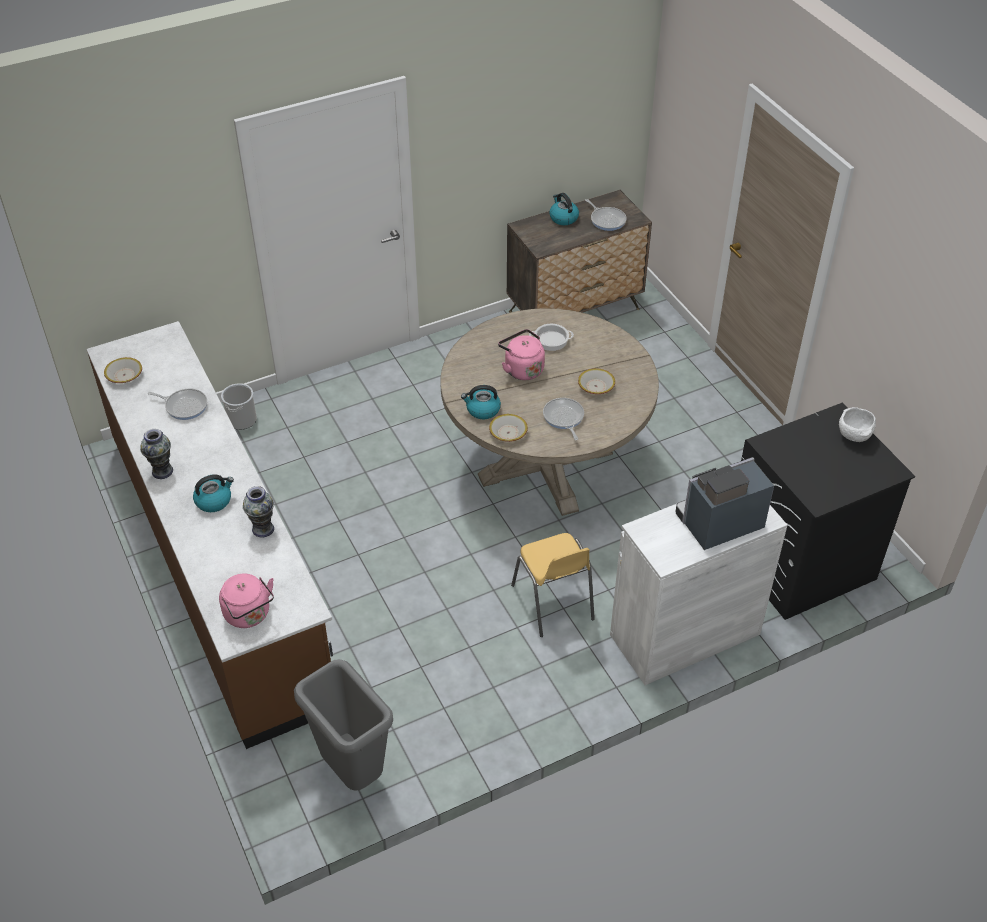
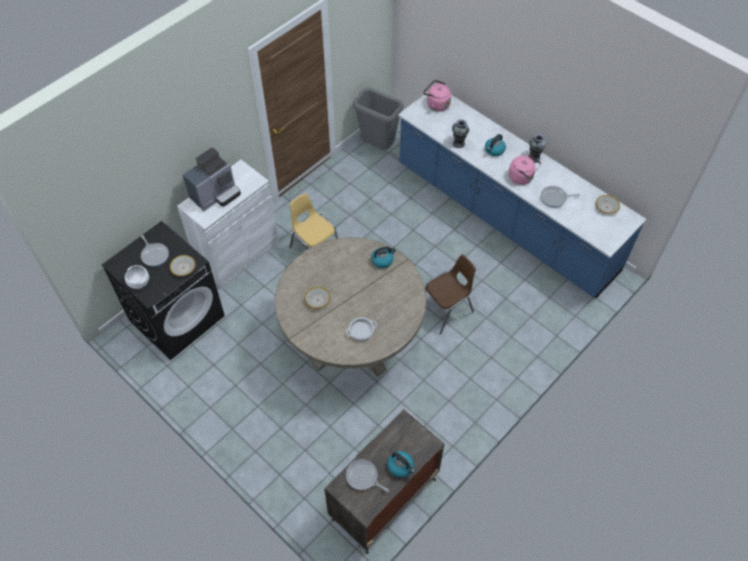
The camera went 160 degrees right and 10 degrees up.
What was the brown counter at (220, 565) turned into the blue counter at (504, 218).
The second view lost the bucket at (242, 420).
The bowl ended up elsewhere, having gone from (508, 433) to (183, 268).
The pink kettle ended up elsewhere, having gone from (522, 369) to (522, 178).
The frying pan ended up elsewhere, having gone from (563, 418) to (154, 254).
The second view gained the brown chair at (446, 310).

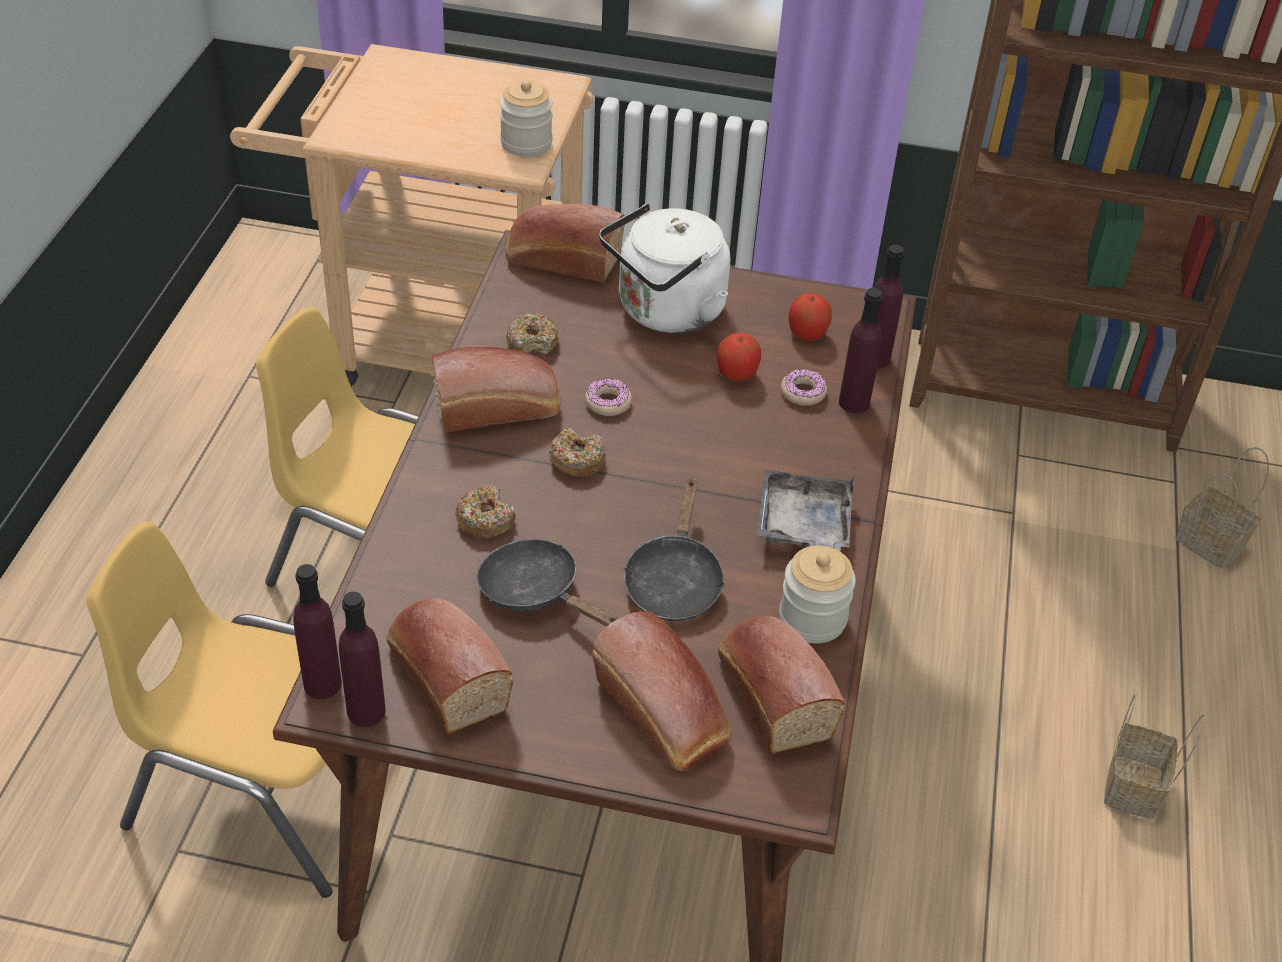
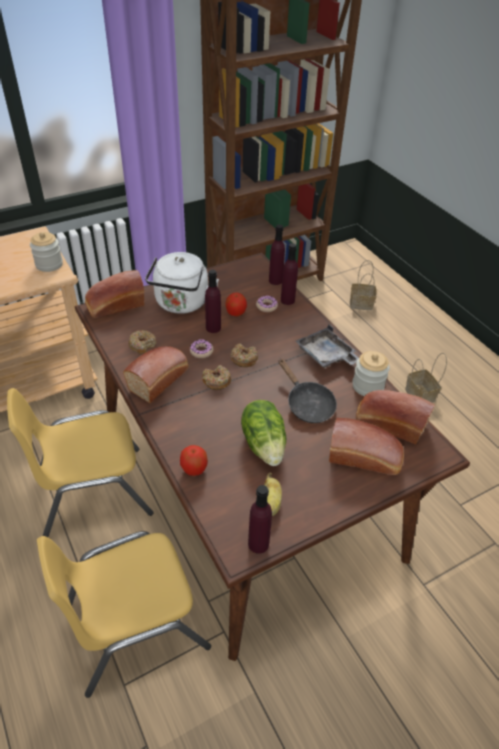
The camera went 40 degrees left and 0 degrees up.
The purple bottle ended up elsewhere, having gone from (322, 684) to (213, 328).
Where the bread stood at (445, 675), the banana came to stand at (271, 503).
The donut ended up elsewhere, having gone from (485, 520) to (244, 359).
Where the black frying pan stood at (536, 592), the lettuce came to stand at (264, 444).
The apple ended up elsewhere, having gone from (807, 334) to (194, 469).

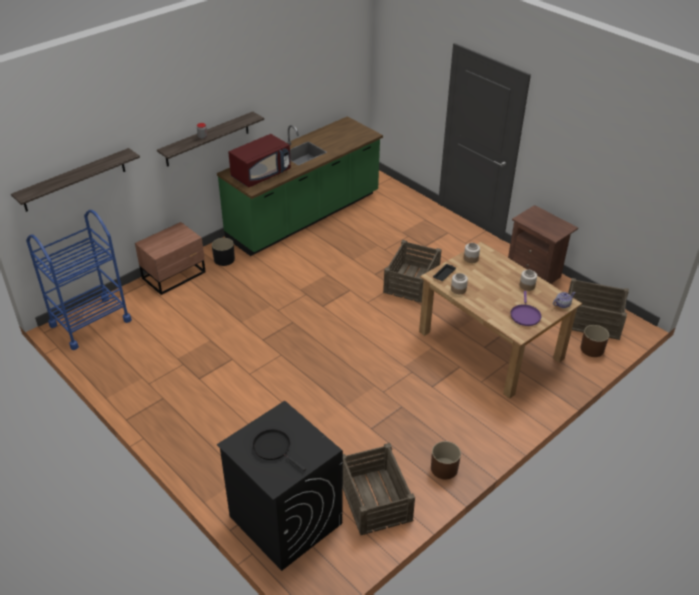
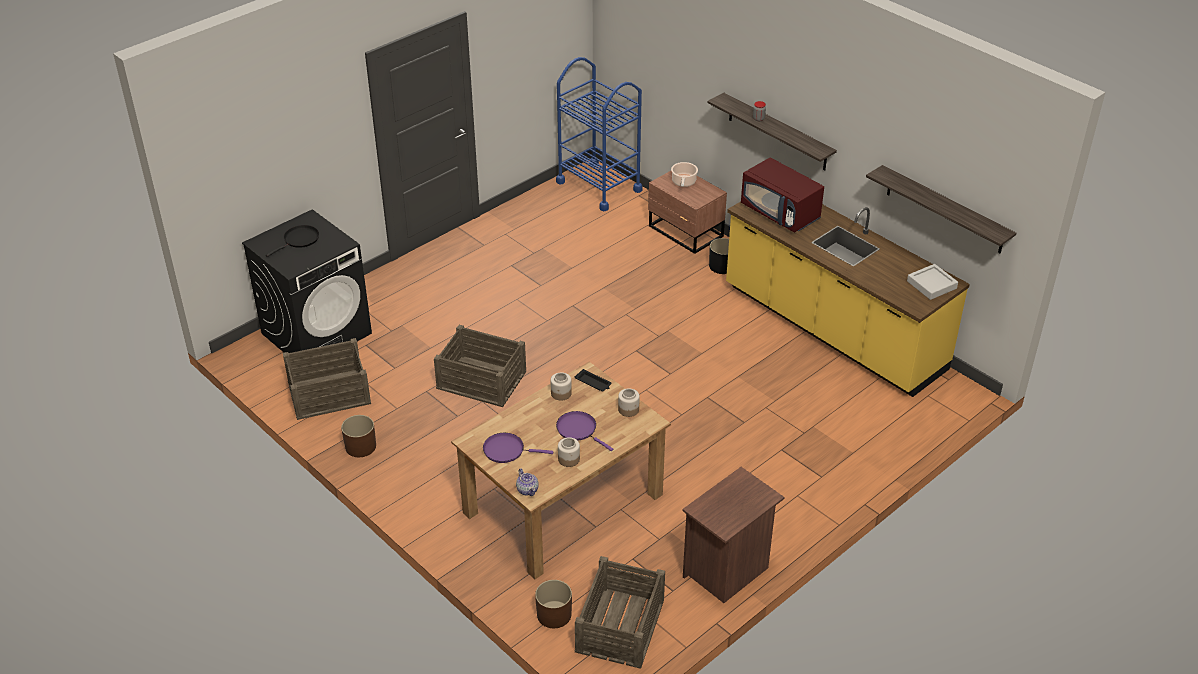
The camera went 90 degrees right and 0 degrees up.
The shelf ended up elsewhere, having gone from (74, 180) to (945, 210).
What was the green counter at (304, 216) turned into the yellow counter at (832, 329).
The crate ended up elsewhere, having gone from (411, 282) to (481, 379).
The second view gained the purple frying pan at (578, 429).
The second view gained the cooking pot at (683, 182).
The second view gained the grey tray at (931, 285).

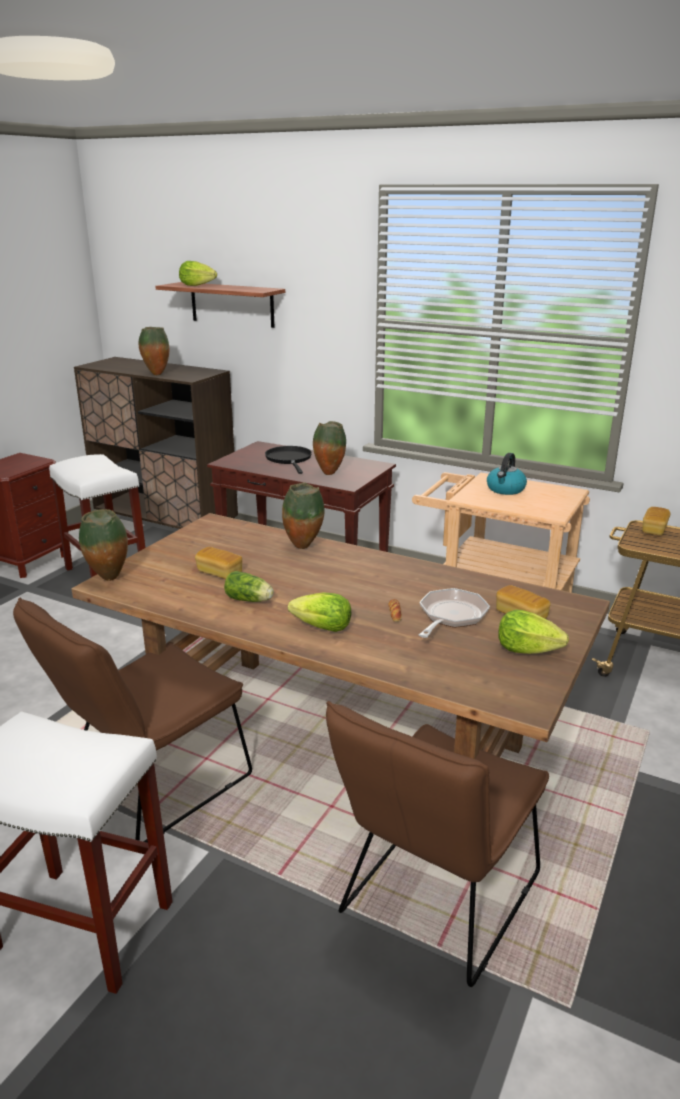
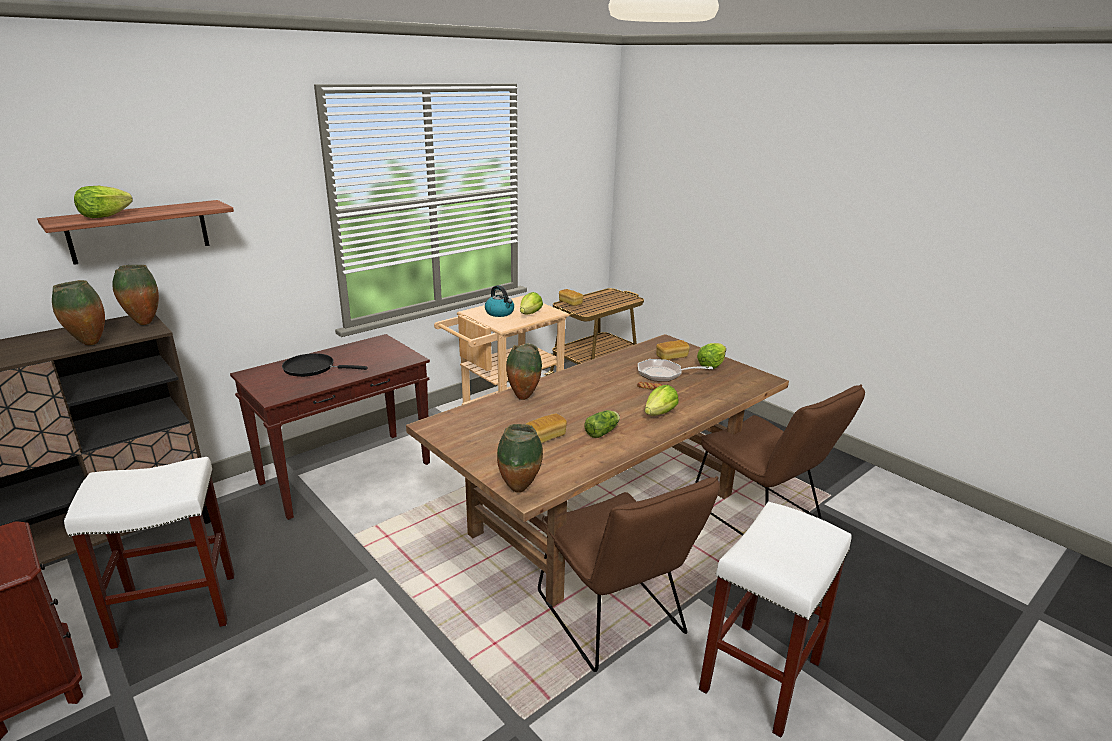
The camera went 70 degrees left and 0 degrees up.
The vase ended up elsewhere, having gone from (329, 473) to (143, 323).
The frying pan at (451, 616) ended up facing another way, 45 degrees counterclockwise from before.
The second view gained the lettuce at (530, 314).

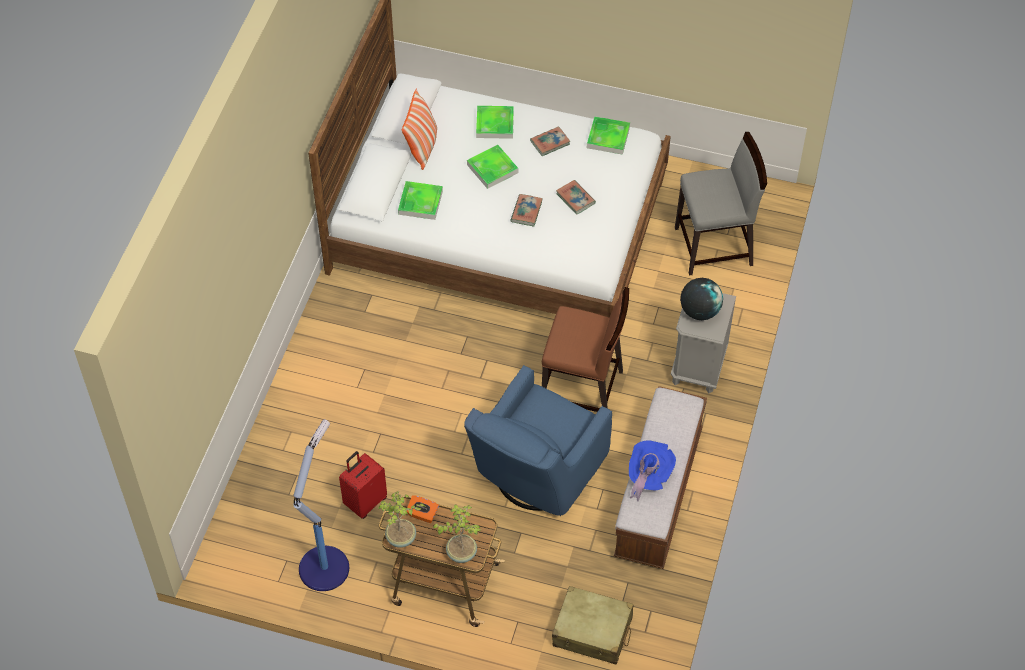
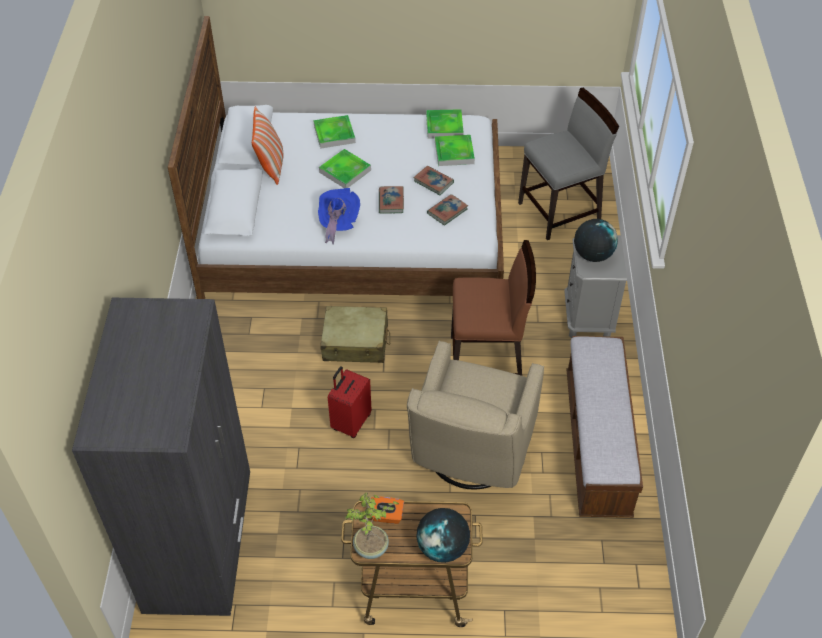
The camera went 15 degrees left and 5 degrees down.
The second view lost the floor lamp at (324, 566).
The red suitcase ended up elsewhere, having gone from (365, 501) to (350, 422).
The tray ended up elsewhere, having gone from (420, 202) to (454, 153).
Where the potted plant stood at (461, 552), the globe came to stand at (443, 548).
What was the blue armchair at (535, 476) turned into the beige armchair at (470, 455).
The book ended up elsewhere, having gone from (550, 143) to (447, 211).
The beige suitcase ended up elsewhere, having gone from (592, 631) to (355, 342).
The blue hat ended up elsewhere, having gone from (648, 476) to (338, 223).
The second view gained the grey wardrobe at (200, 542).

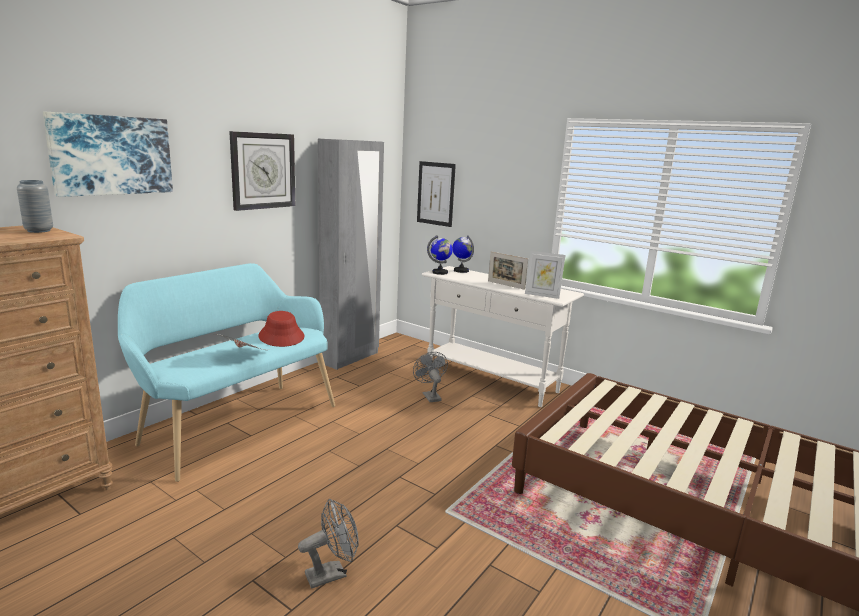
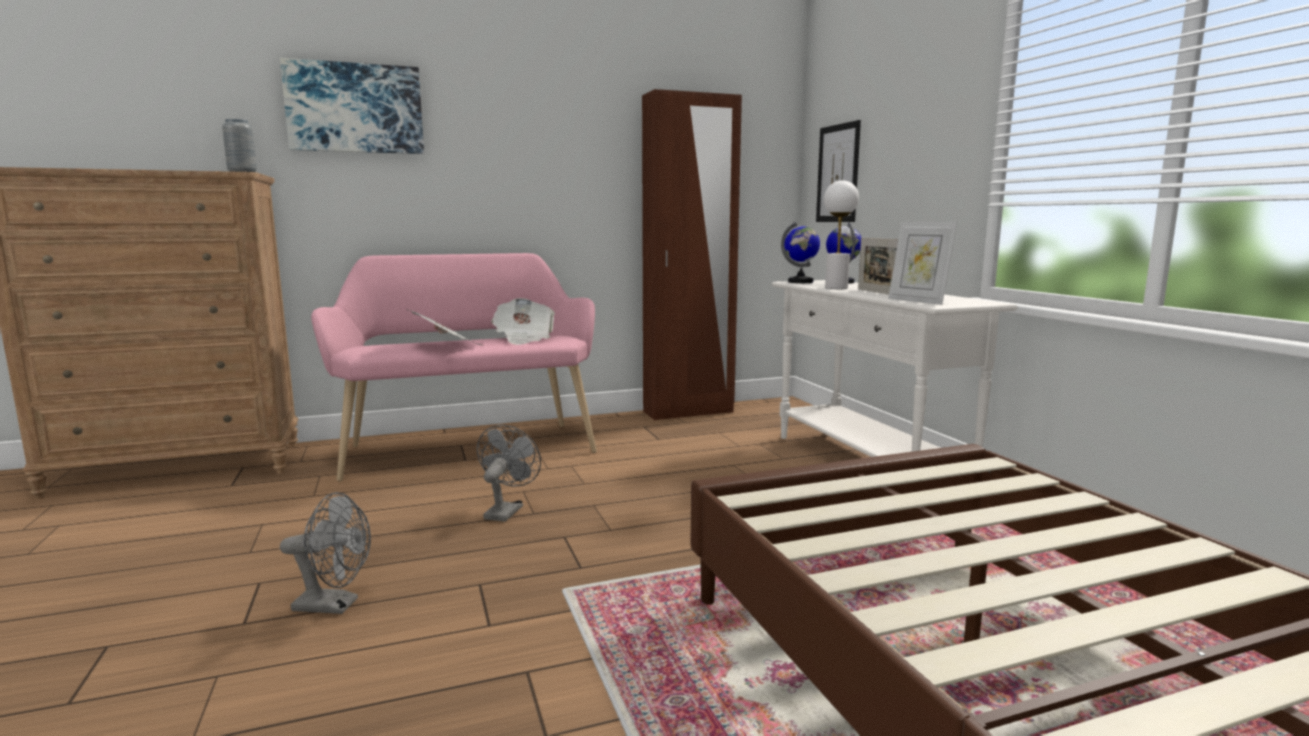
The camera went 35 degrees right and 5 degrees down.
What was the turquoise bench at (235, 423) turned into the pink bench at (468, 447).
The second view lost the wall clock at (263, 171).
Where the red hat stood at (281, 336), the newspaper came to stand at (524, 339).
What was the grey wardrobe at (350, 358) turned into the brown wardrobe at (688, 412).
The grey fan ended up elsewhere, having gone from (430, 396) to (506, 510).
The second view gained the white table lamp at (836, 288).

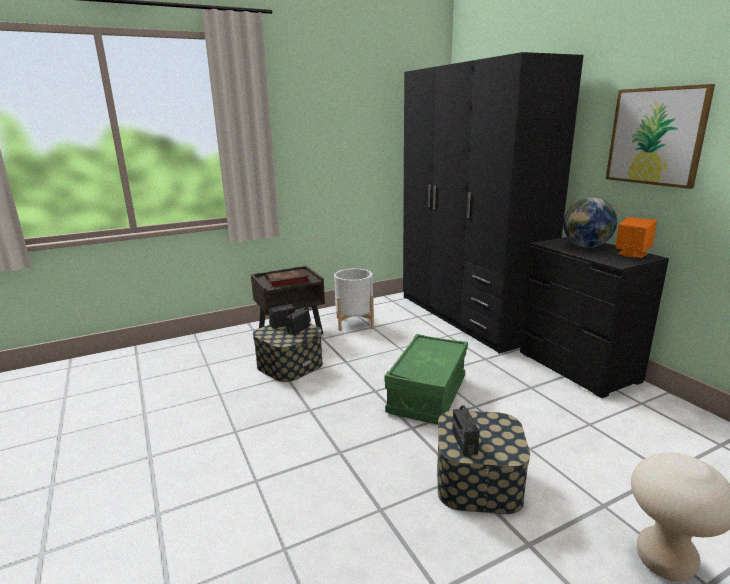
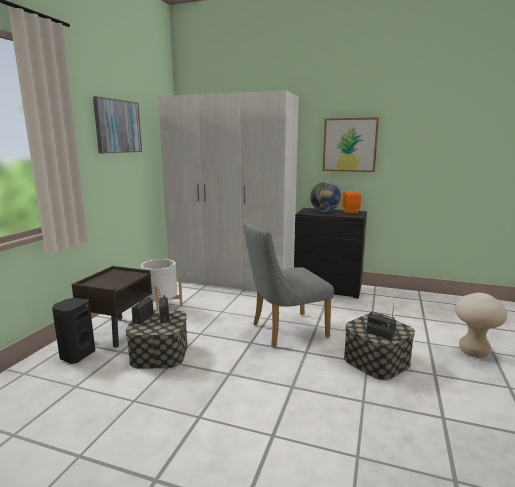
The camera went 45 degrees left and 5 degrees down.
The second view lost the book at (286, 281).
Where the green storage box stood at (427, 395), the grey chair came to stand at (284, 331).
What was the black wardrobe at (468, 316) turned into the white wardrobe at (232, 279).
The second view gained the black speaker at (77, 355).
The second view gained the picture at (118, 126).

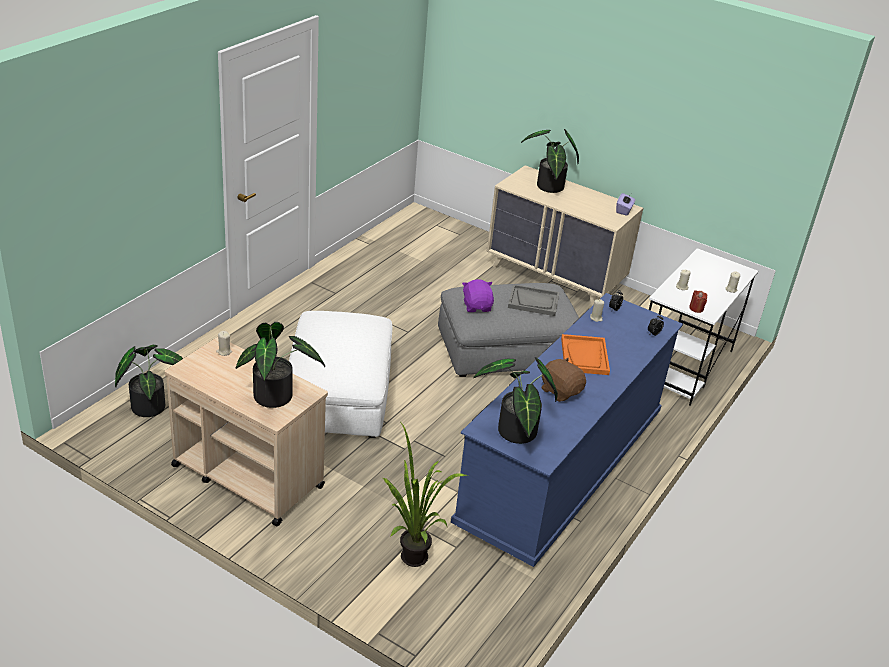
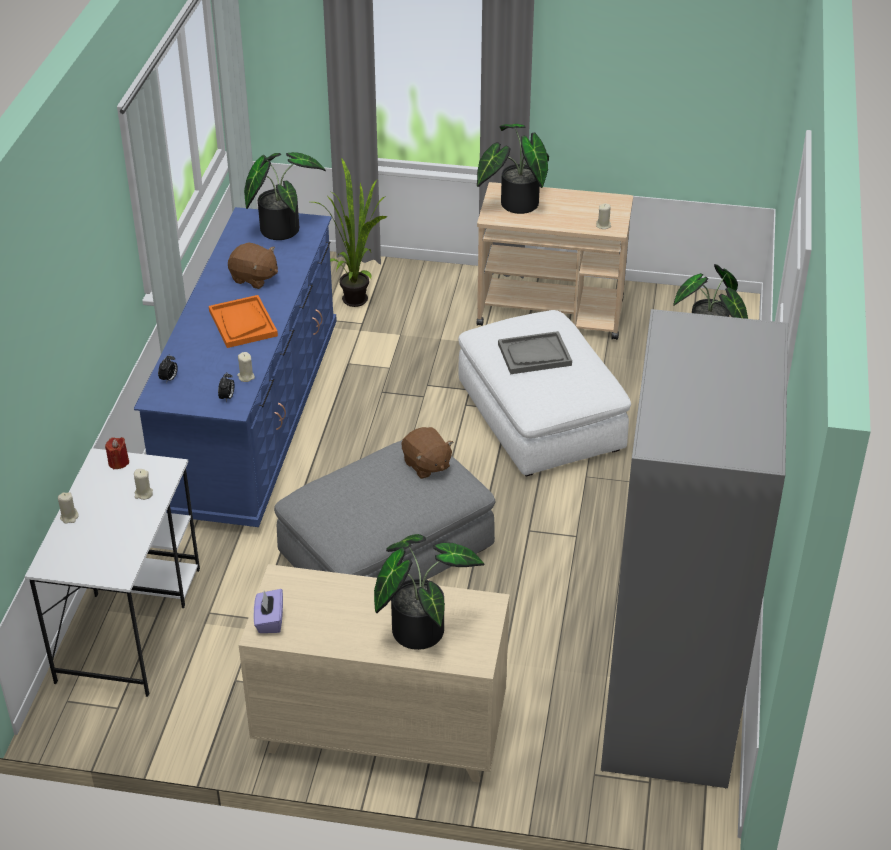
The camera went 160 degrees right and 5 degrees up.
What was the purple plush toy at (477, 306) turned into the brown plush toy at (426, 465).
The grey tray ended up elsewhere, having gone from (533, 301) to (534, 355).
The second view gained the grey wardrobe at (672, 700).

